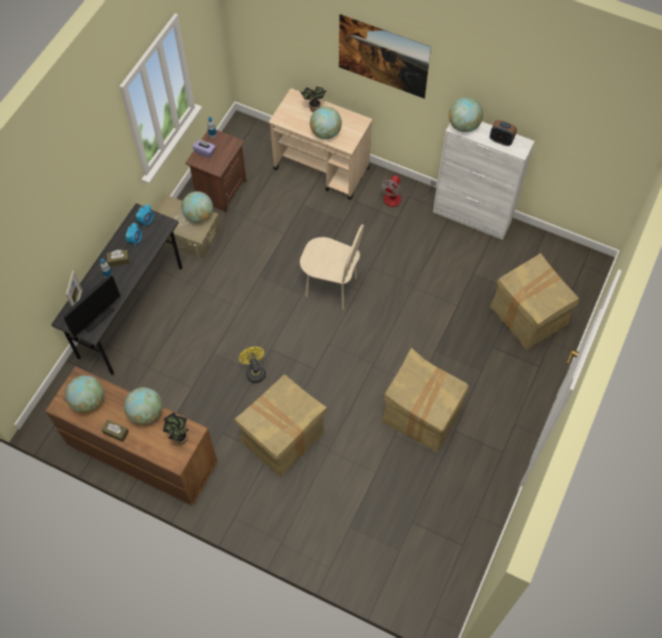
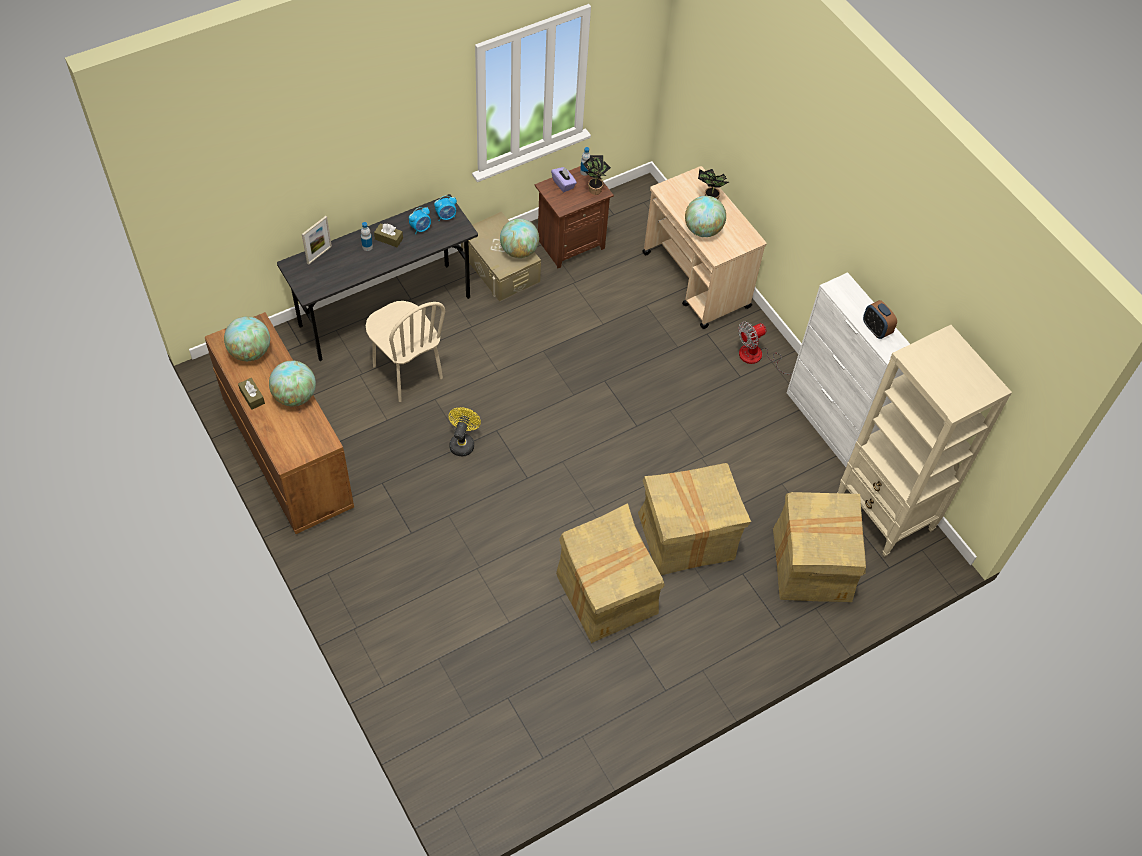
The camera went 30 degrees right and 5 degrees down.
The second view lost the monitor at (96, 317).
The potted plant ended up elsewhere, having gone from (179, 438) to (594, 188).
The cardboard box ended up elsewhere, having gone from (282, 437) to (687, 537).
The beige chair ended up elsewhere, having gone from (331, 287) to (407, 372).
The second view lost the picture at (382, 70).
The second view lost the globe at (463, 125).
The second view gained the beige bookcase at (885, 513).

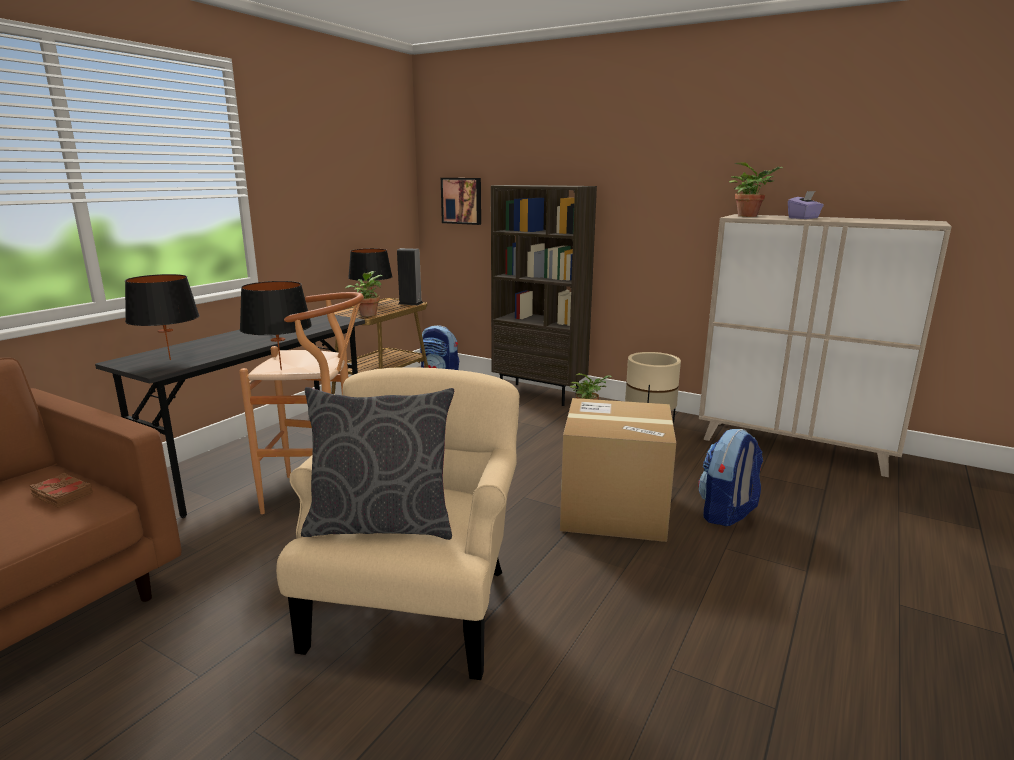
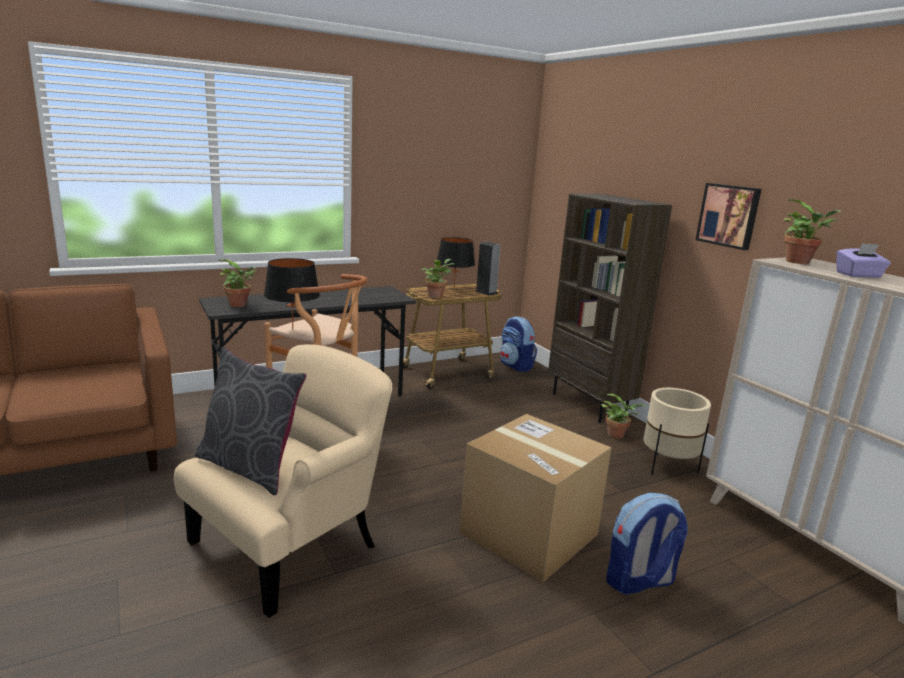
The camera went 30 degrees right and 0 degrees up.
The second view lost the brown book at (61, 495).
Where the black table lamp stood at (170, 360), the potted plant came to stand at (240, 305).
The picture ended up elsewhere, having gone from (462, 201) to (729, 215).

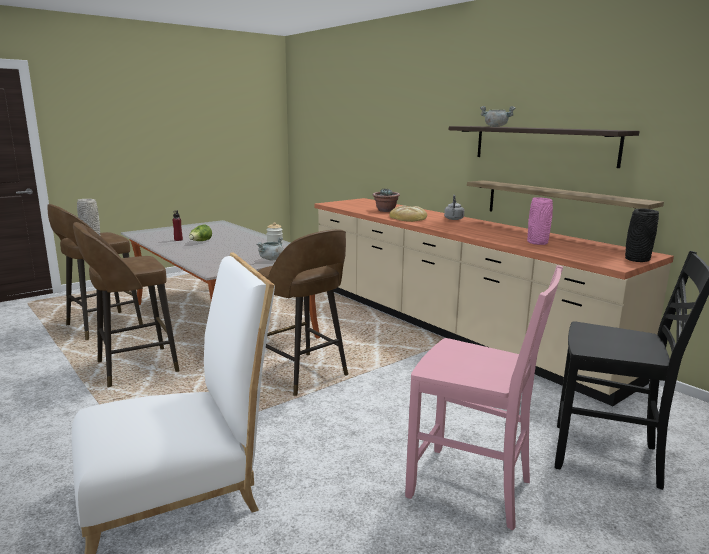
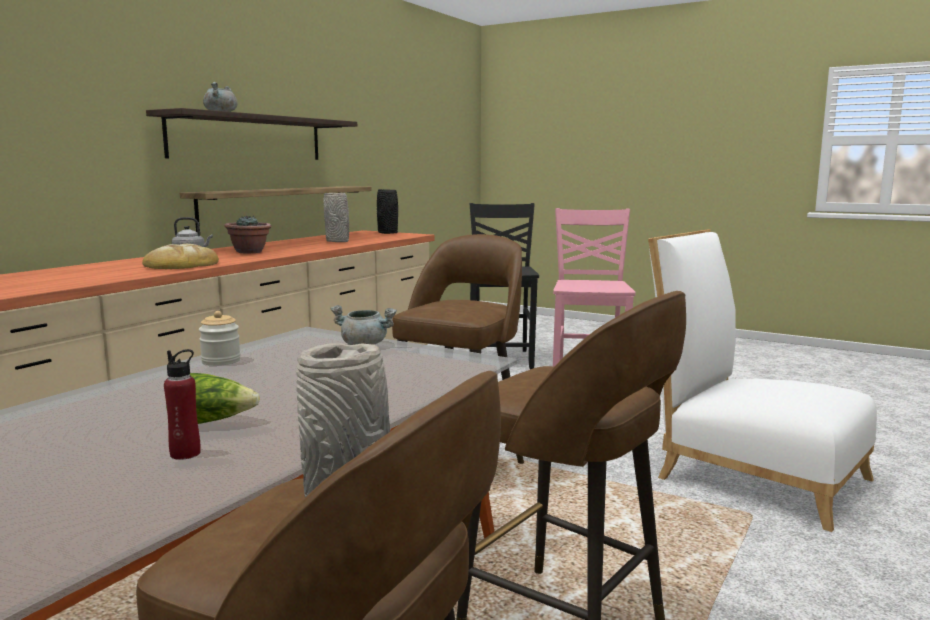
The camera went 110 degrees left and 5 degrees down.
The potted plant ended up elsewhere, having gone from (385, 210) to (250, 252).
What was the pink vase at (537, 242) turned into the grey vase at (338, 241).

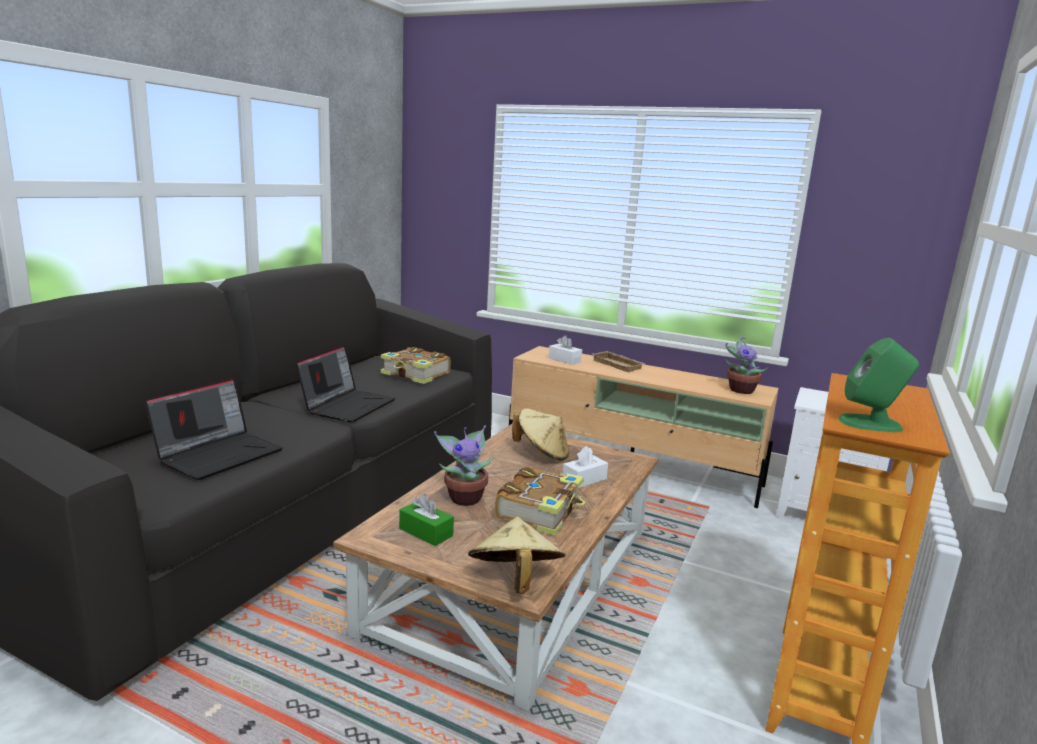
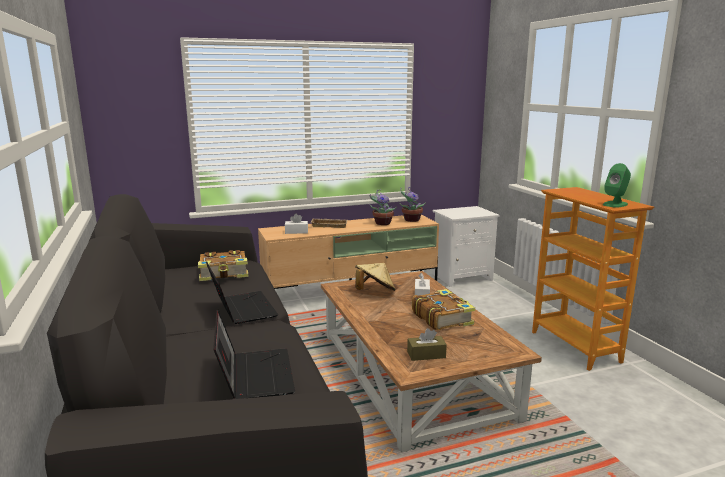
The camera went 45 degrees left and 0 degrees up.
What was the green tissue box at (426, 532) turned into the brown tissue box at (426, 355).
The potted plant ended up elsewhere, having gone from (465, 497) to (381, 223).
The second view lost the beige hat at (514, 581).

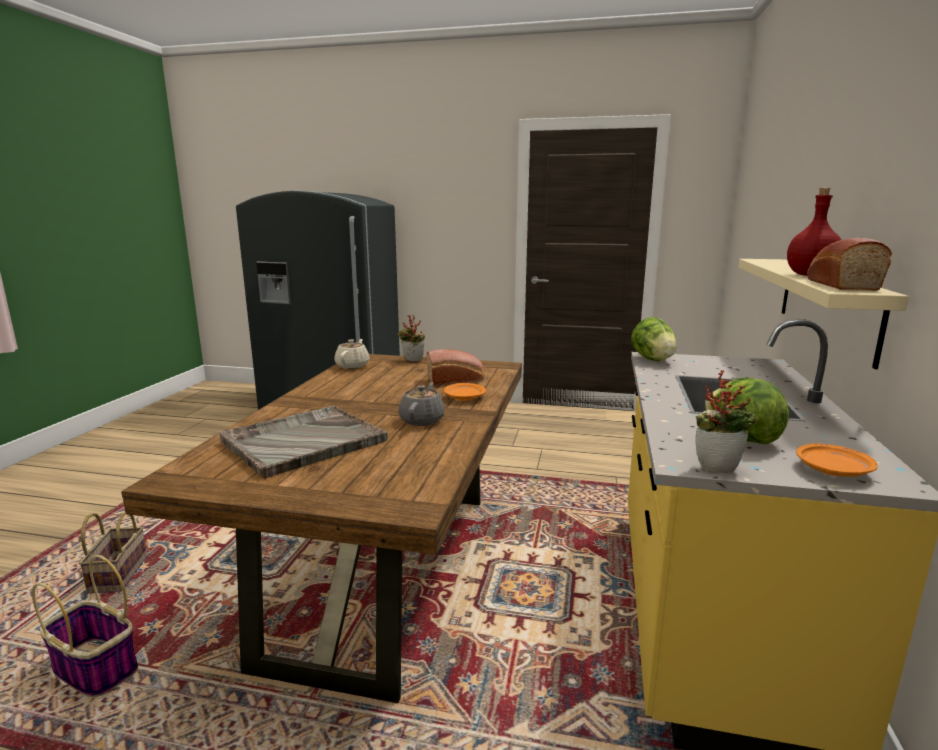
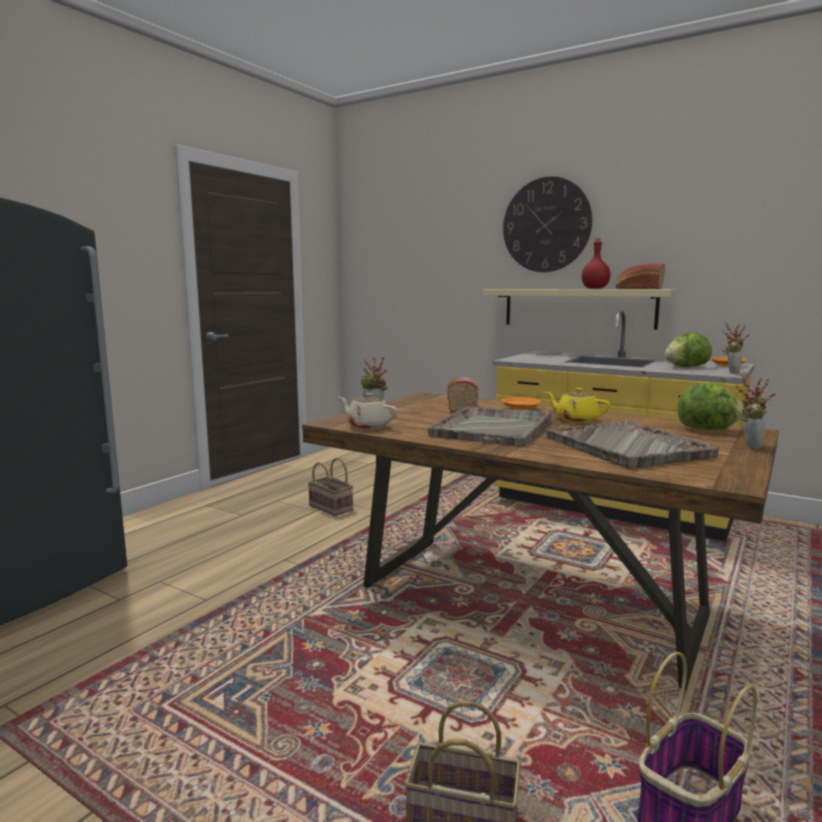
The camera went 70 degrees left and 5 degrees down.
What was the grey teapot at (422, 420) turned into the yellow teapot at (576, 420).
The lettuce ended up elsewhere, having gone from (652, 359) to (707, 429).
The second view gained the basket at (332, 508).
The second view gained the grey tray at (493, 428).
The second view gained the wall clock at (546, 225).
The second view gained the potted plant at (749, 445).

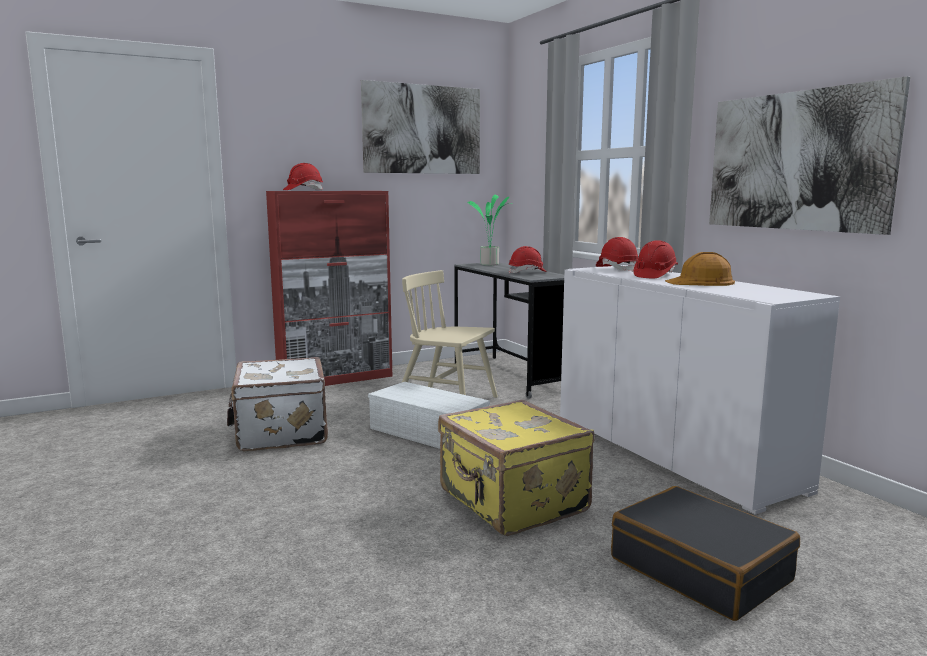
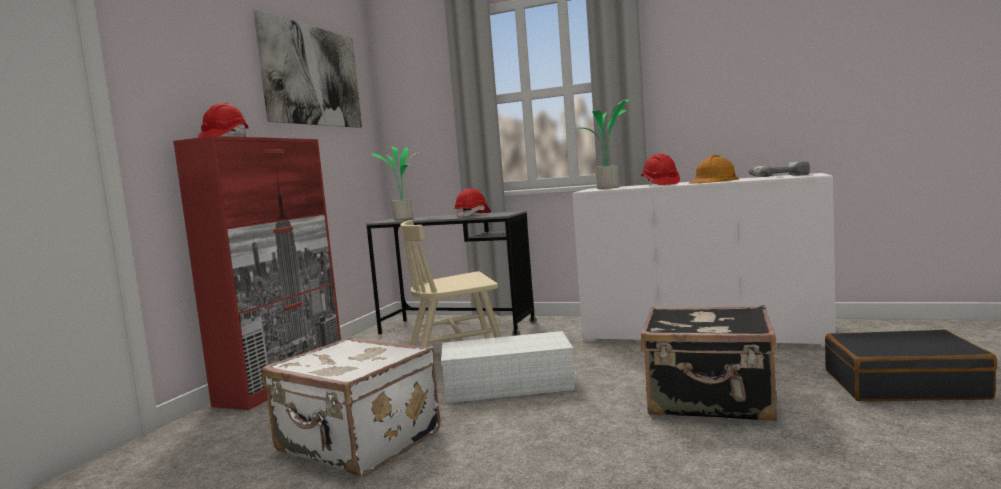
The camera went 40 degrees left and 5 degrees down.
What was the yellow suitcase at (511, 502) turned into the black suitcase at (711, 401).
Where the red hard hat stood at (617, 269), the potted plant came to stand at (609, 188).
The second view lost the picture at (796, 161).
The second view gained the power drill at (777, 176).

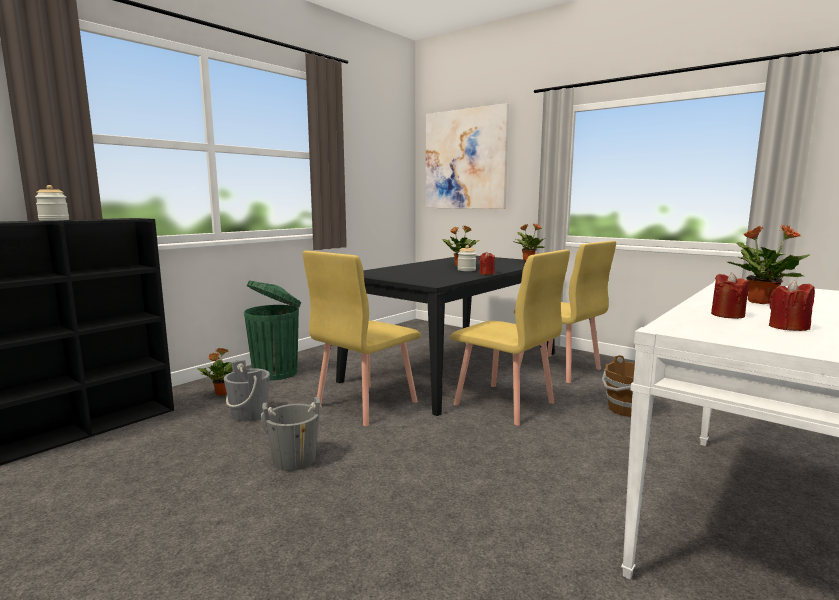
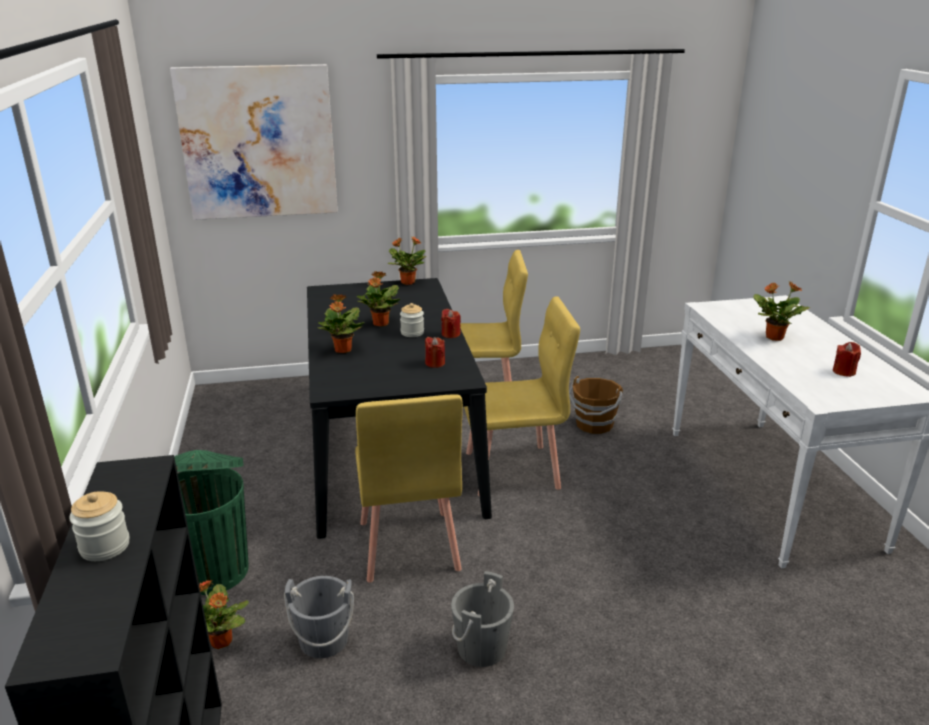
The camera went 50 degrees left and 15 degrees up.
The red candle ended up elsewhere, having gone from (727, 315) to (435, 363).
The second view gained the potted plant at (343, 350).

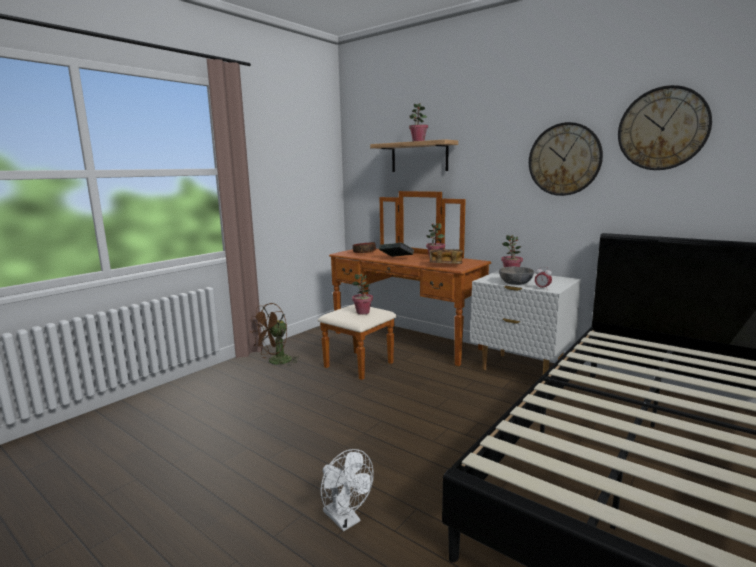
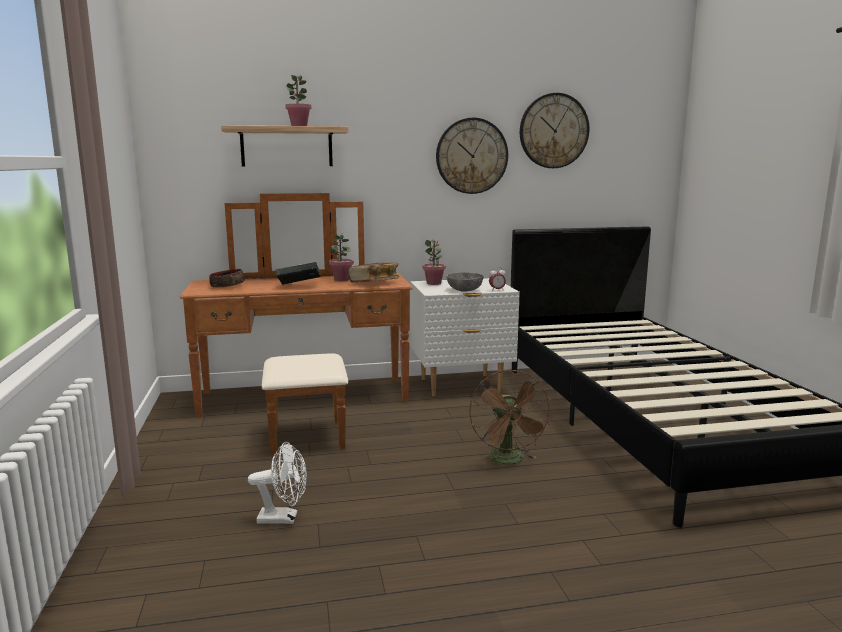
The camera went 50 degrees left and 0 degrees up.
The brown fan ended up elsewhere, having gone from (276, 362) to (509, 461).
The white fan ended up elsewhere, having gone from (345, 520) to (284, 518).
The second view lost the potted plant at (363, 312).

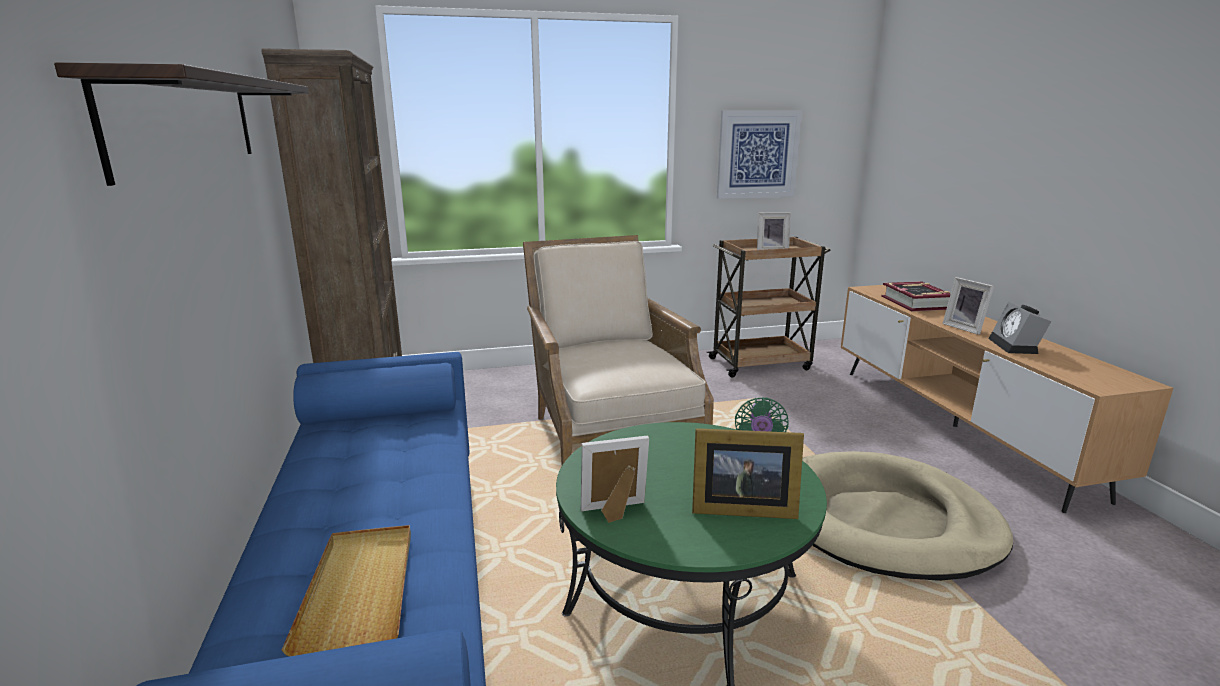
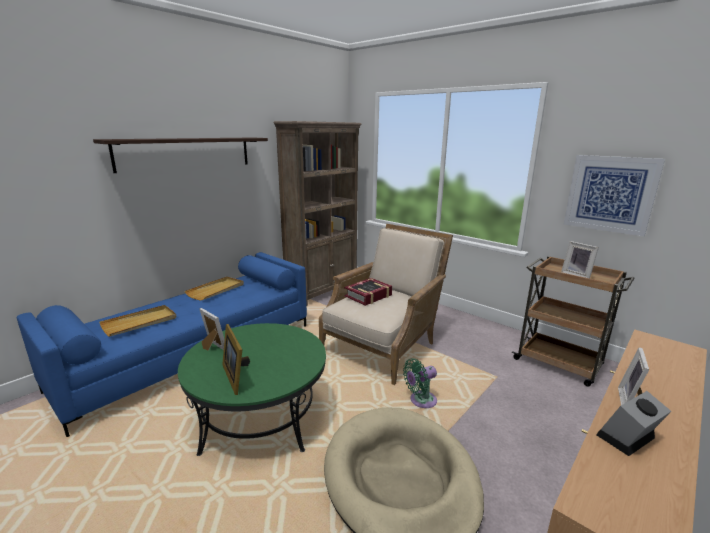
The camera went 55 degrees right and 0 degrees up.
The book ended up elsewhere, having gone from (916, 303) to (368, 296).
The second view gained the beige tray at (216, 290).

